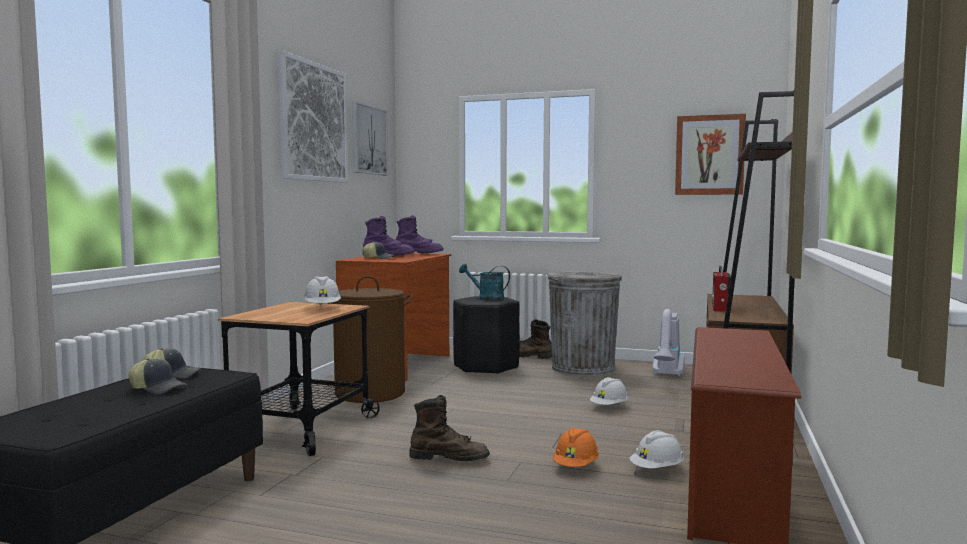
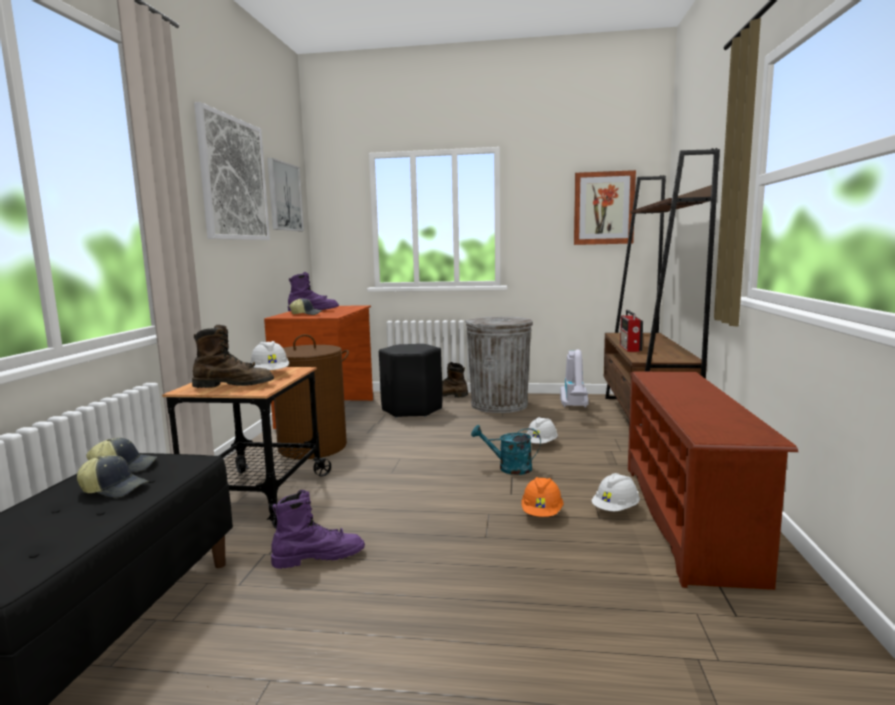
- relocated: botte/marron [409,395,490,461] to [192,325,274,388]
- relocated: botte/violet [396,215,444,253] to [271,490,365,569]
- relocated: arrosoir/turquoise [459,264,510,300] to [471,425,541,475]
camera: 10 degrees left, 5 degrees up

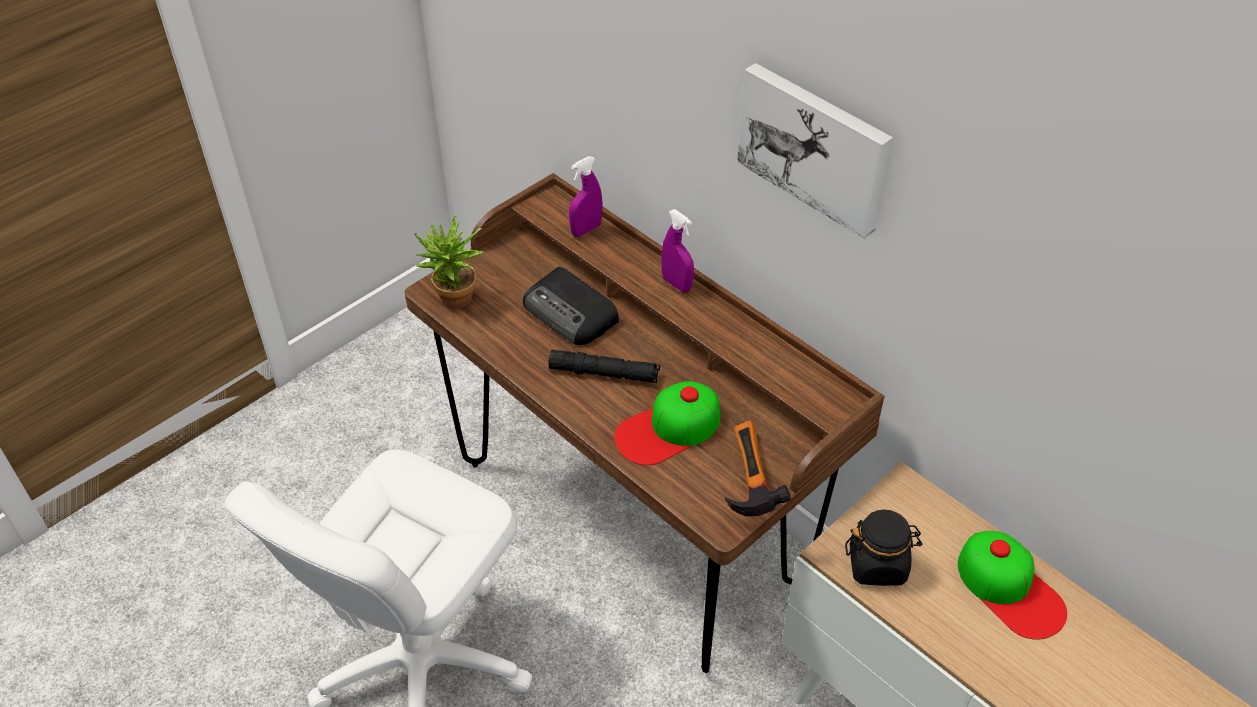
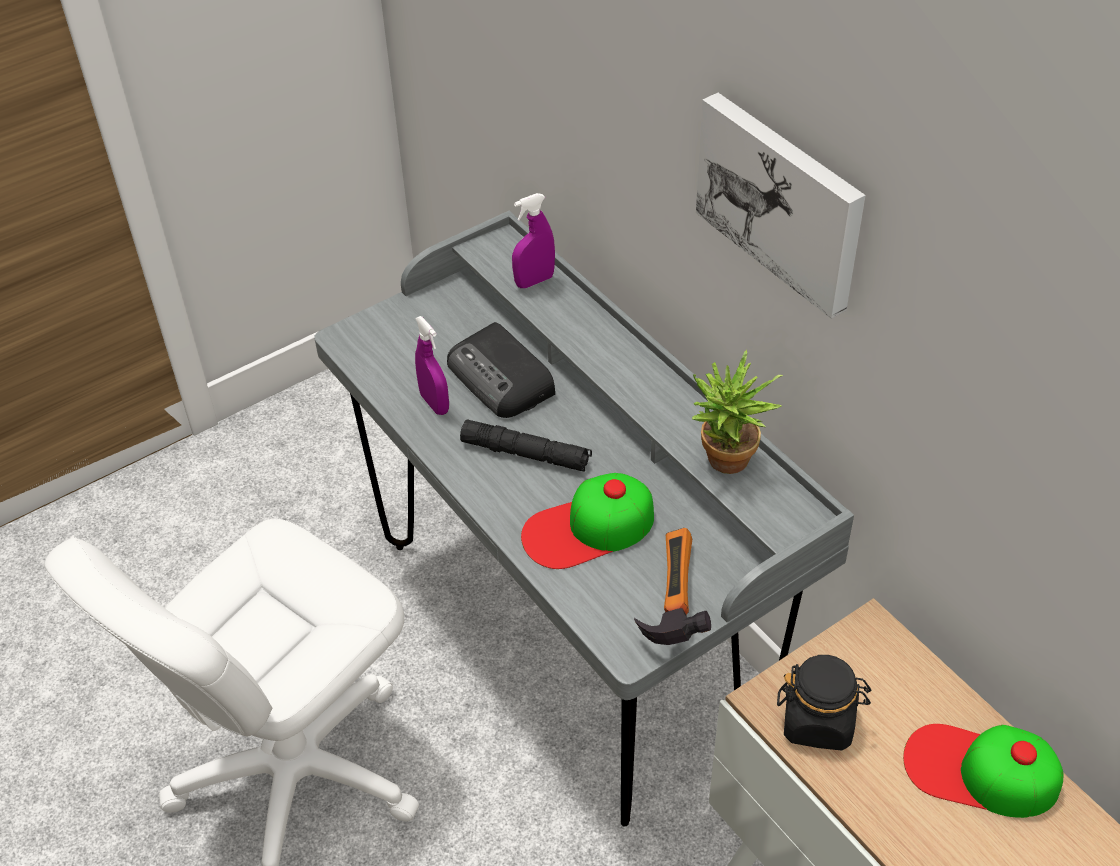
- colour: bureau/marron [404,173,885,673] to bureau/gris [314,211,854,827]
- relocated: vaporisateur/violet [661,210,694,292] to [415,316,449,415]
- relocated: plante en pot [414,213,485,309] to [692,350,783,474]
- spun: casquette [958,531,1067,640] = [903,724,1064,818] 135 degrees clockwise
camera: 10 degrees right, 0 degrees up

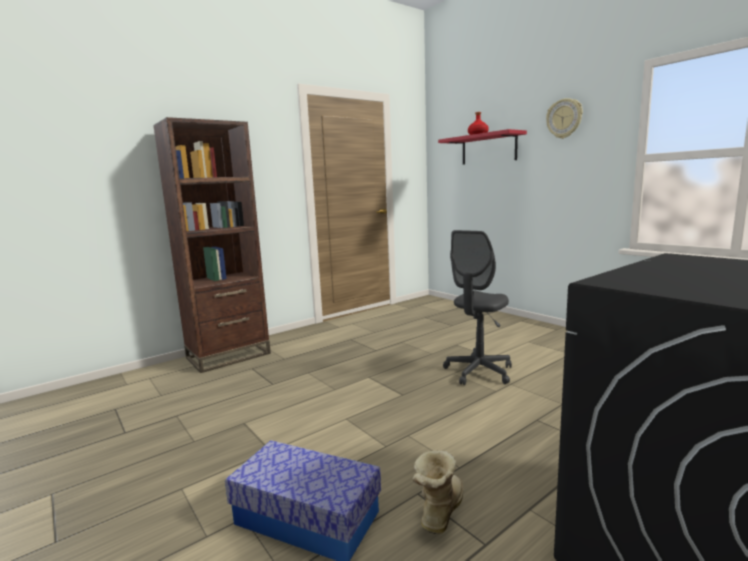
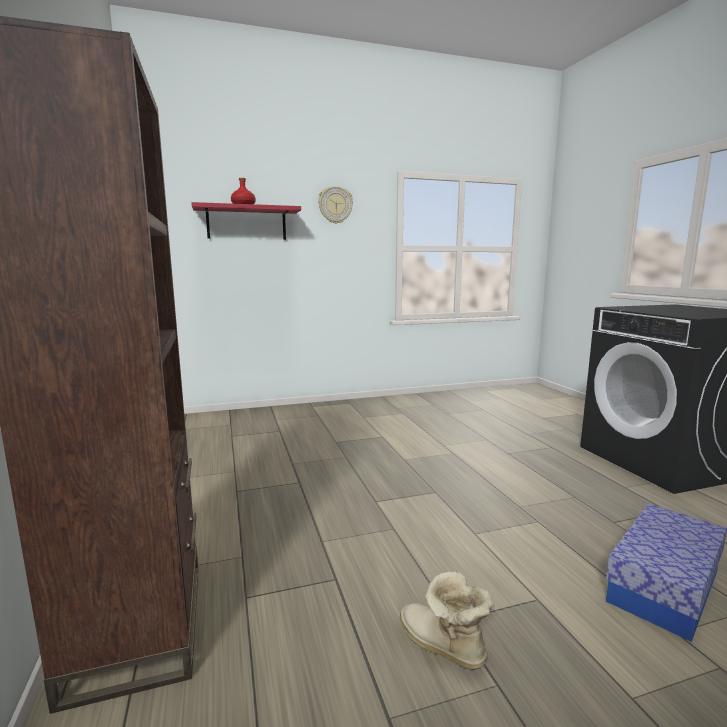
- relocated: botte [412,451,463,534] to [400,571,494,670]
- missing: chaise de bureau/gris [443,230,512,385]
camera: 70 degrees left, 0 degrees up

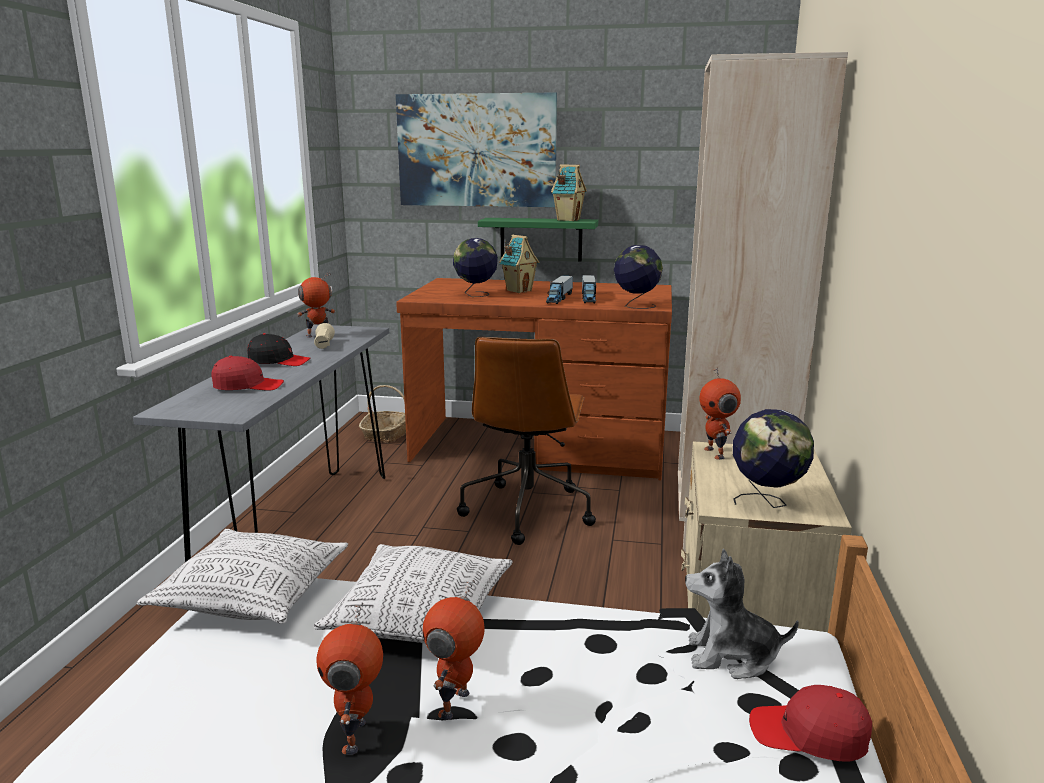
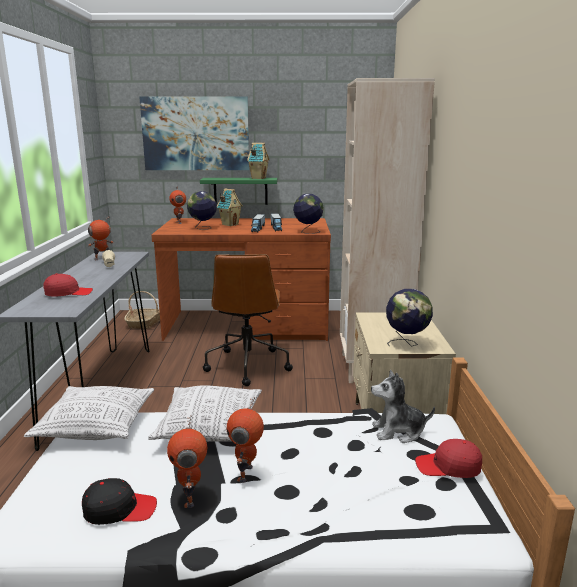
- relocated: casquette/noir [247,333,310,366] to [82,478,157,525]
- relocated: robot jouet [699,367,741,460] to [169,187,186,224]
camera: 10 degrees left, 0 degrees up

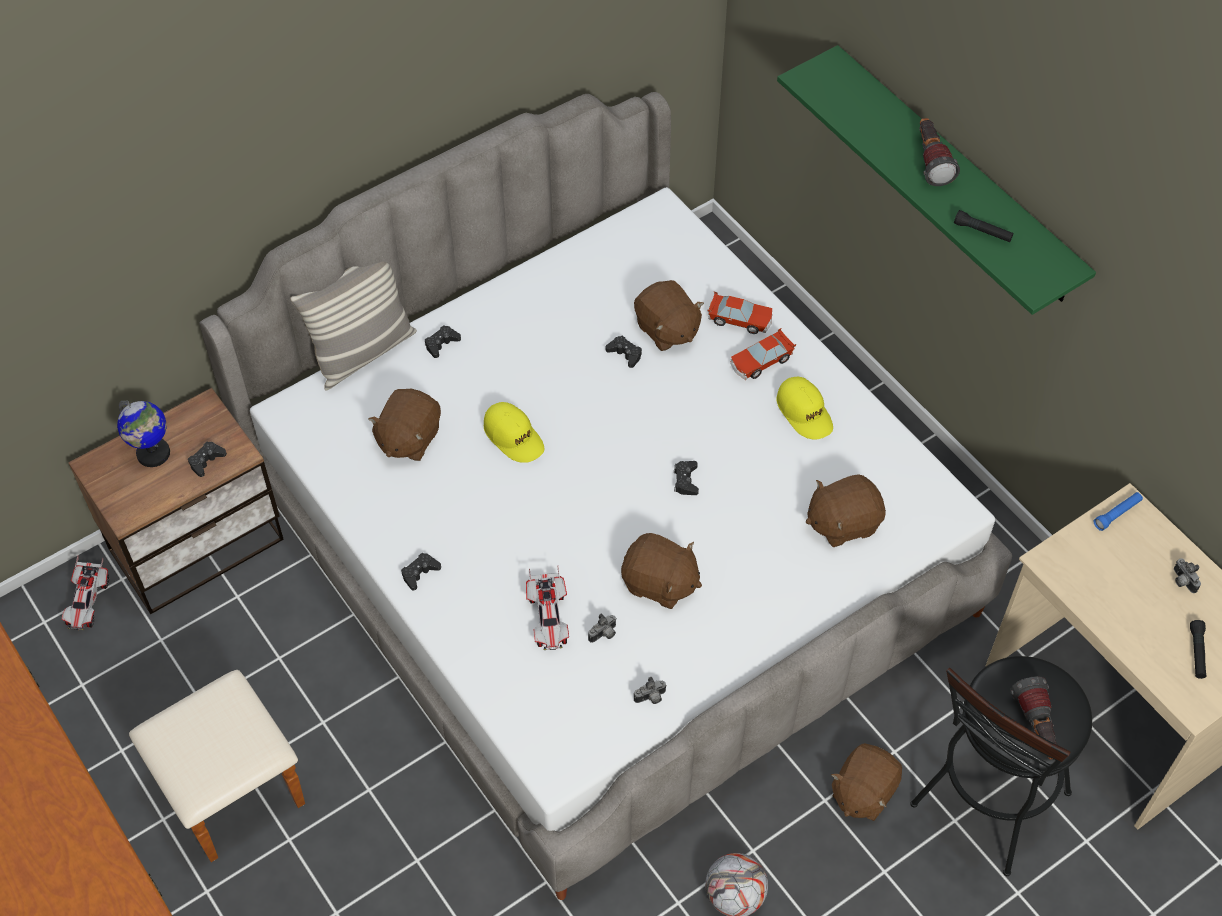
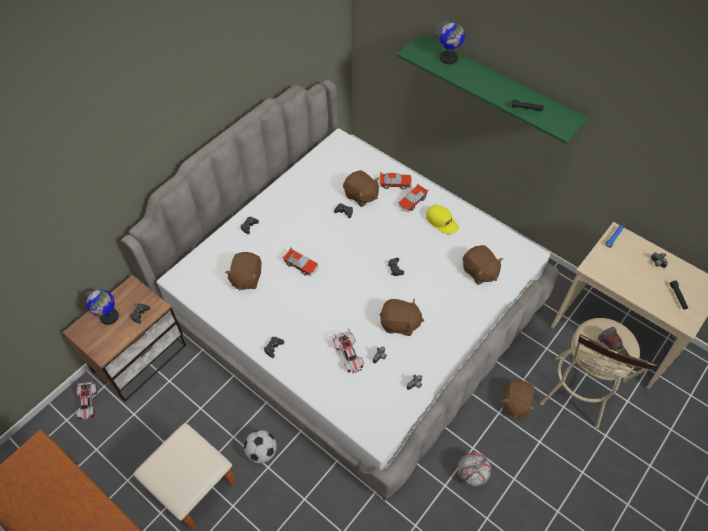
- appeared: ballon de foot [244,430,277,463]
- exchanged: casquette/jaune [484,402,544,463] to petite voiture [282,247,318,276]
- appeared: globe [435,21,465,64]
- spun: peluche/marron [806,474,886,547] = [462,245,503,285] 90 degrees counterclockwise
- colour: tabouret/noir [910,656,1092,876] to tabouret/beige [540,318,658,429]
- missing: coussin [290,261,417,390]
- missing: lampe de poche [919,118,960,186]
camera: 15 degrees left, 0 degrees up

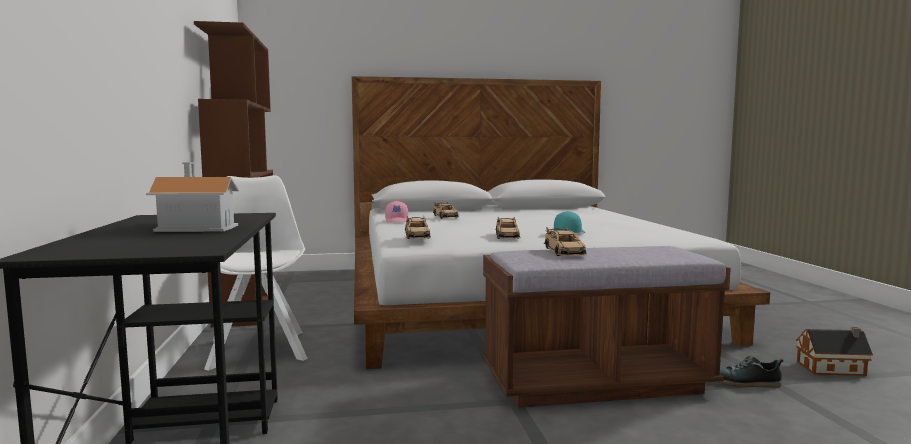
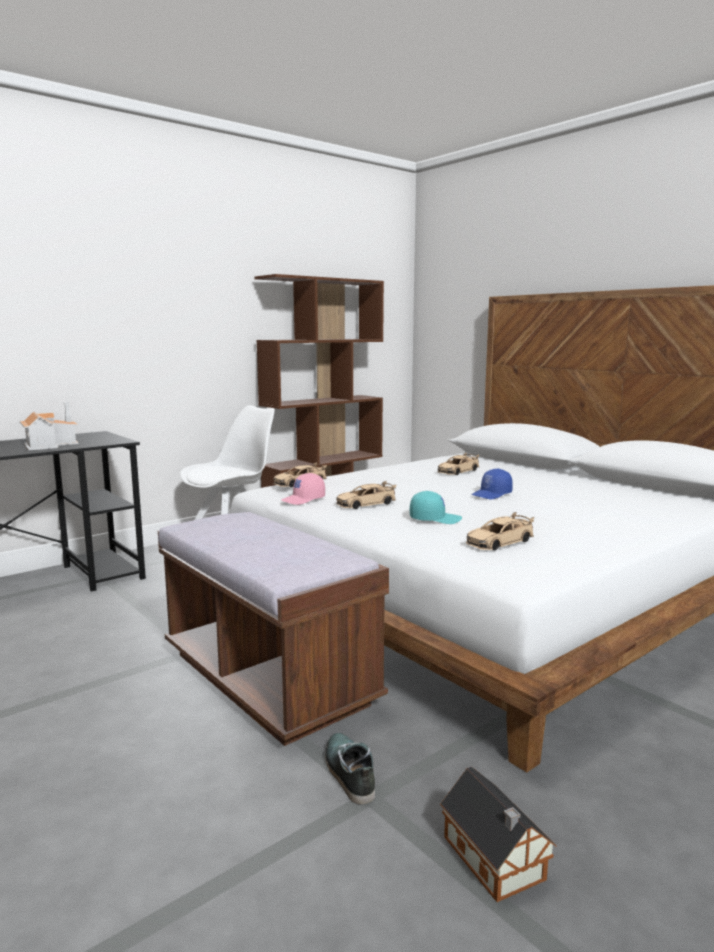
- relocated: casquette/rose [385,201,408,223] to [281,473,325,505]
- relocated: petite voiture/beige [544,227,587,256] to [466,512,534,550]
- appeared: casquette/bleu [471,468,513,499]
camera: 60 degrees right, 5 degrees up

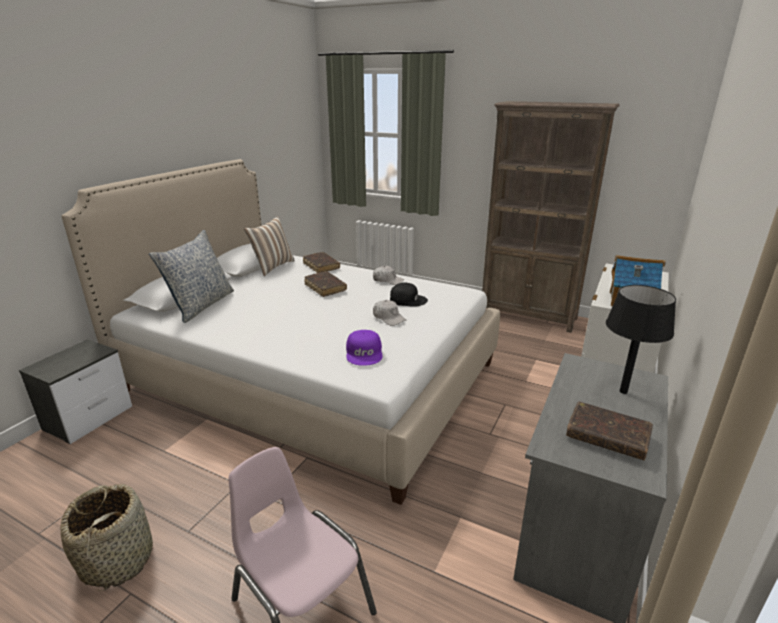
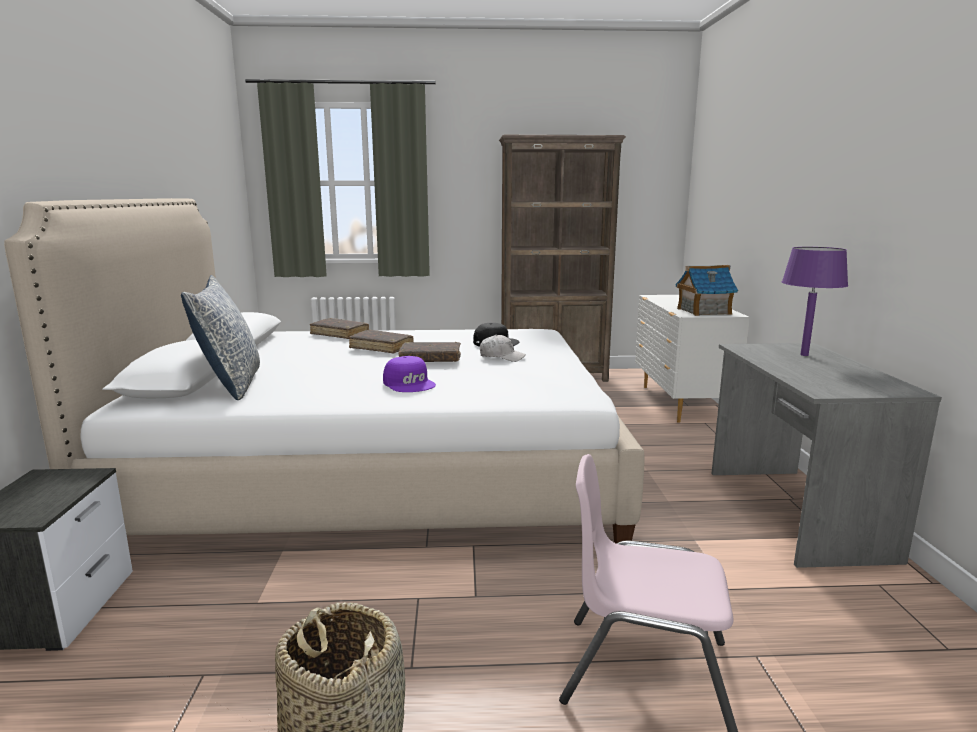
- relocated: casquette/violet [346,330,383,366] to [383,356,436,392]
- relocated: livre/marron [566,402,653,460] to [399,342,461,362]
- colour: lampe de table/noir [606,285,676,394] to lampe de table/violet [782,247,848,356]
- missing: coussin [244,216,295,276]
- missing: casquette/blanc [373,266,404,285]
camera: 30 degrees left, 10 degrees down

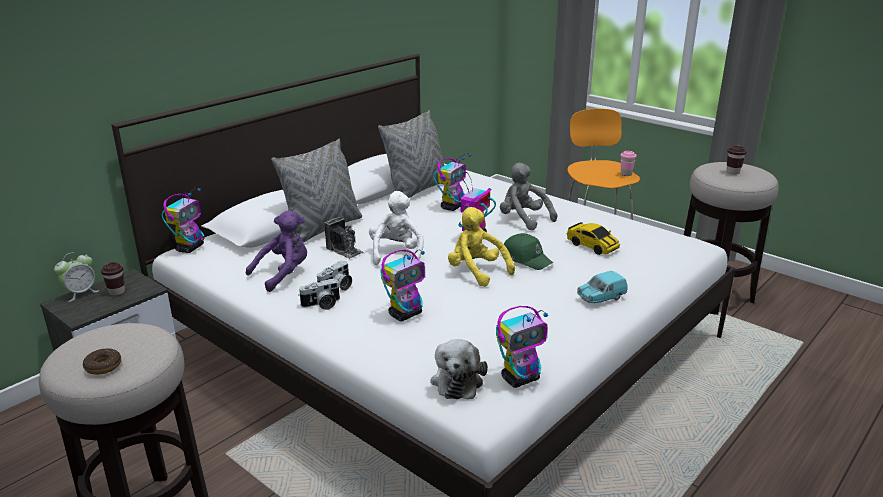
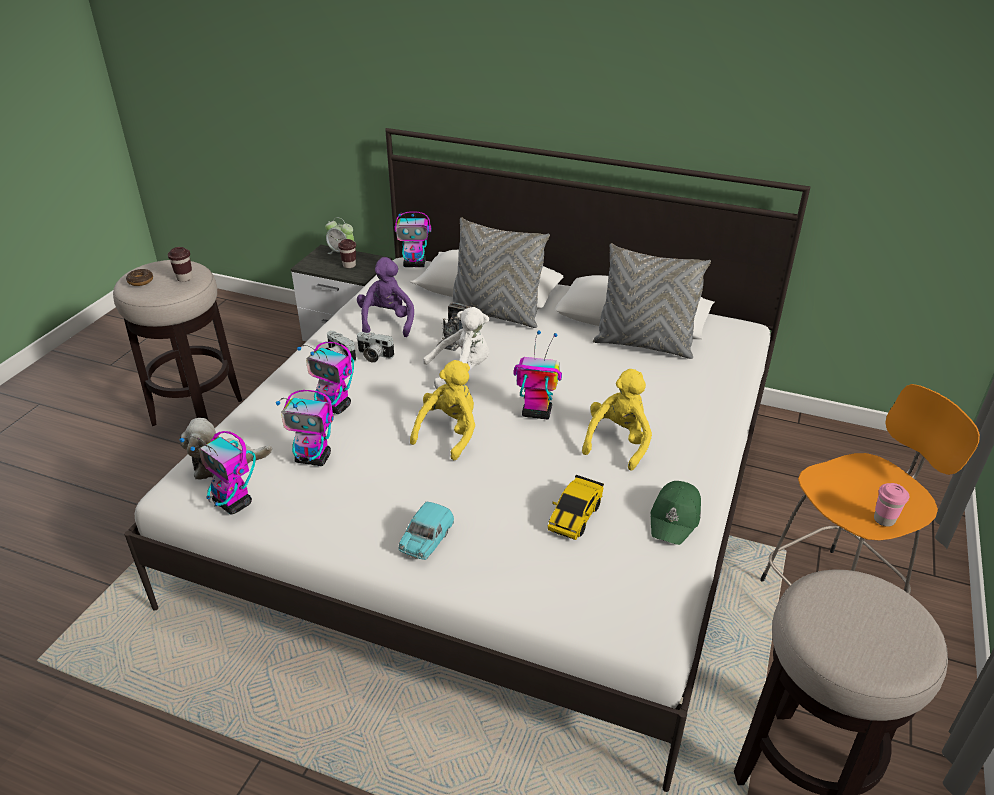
- relocated: tasse/marron [726,145,747,175] to [168,247,193,282]
- relocated: robot jouet [434,153,471,211] to [276,390,334,466]
- spun: peluche/violet [246,210,307,292] = [357,257,414,337] 120 degrees counterclockwise
- spun: petite voiture/turquoise [577,271,628,303] = [398,502,454,560] 105 degrees counterclockwise
- colour: peluche/gris [500,163,557,231] to peluche/jaune [582,369,652,471]
- relocated: casquette/vert [504,233,553,270] to [651,481,701,545]
camera: 70 degrees right, 10 degrees up

